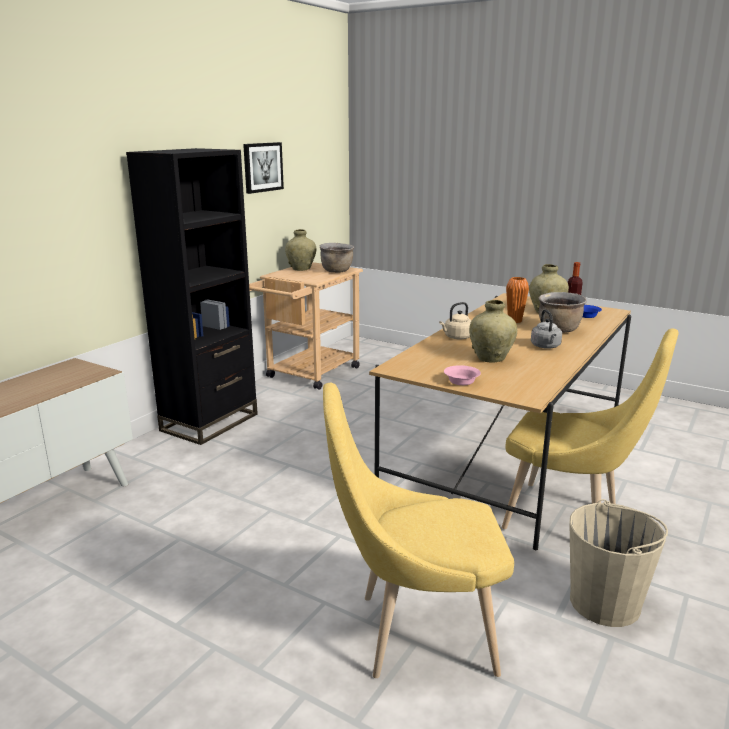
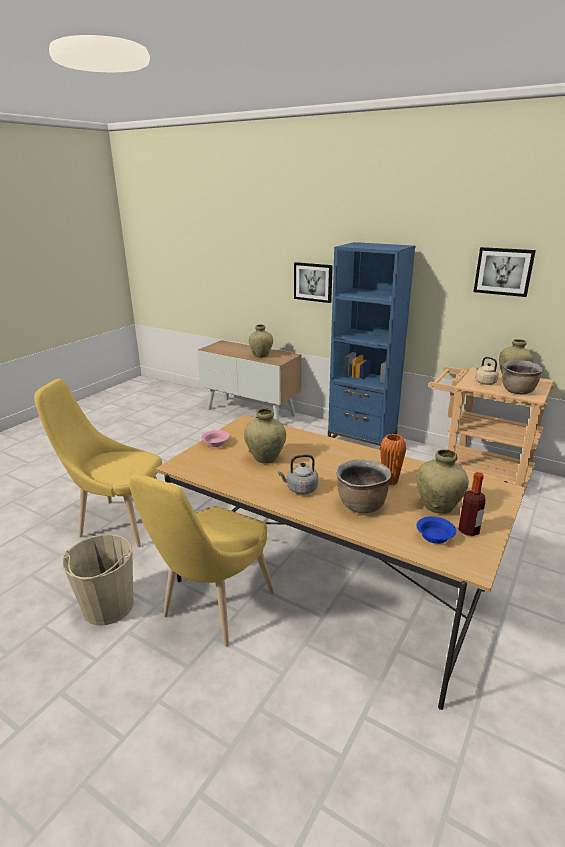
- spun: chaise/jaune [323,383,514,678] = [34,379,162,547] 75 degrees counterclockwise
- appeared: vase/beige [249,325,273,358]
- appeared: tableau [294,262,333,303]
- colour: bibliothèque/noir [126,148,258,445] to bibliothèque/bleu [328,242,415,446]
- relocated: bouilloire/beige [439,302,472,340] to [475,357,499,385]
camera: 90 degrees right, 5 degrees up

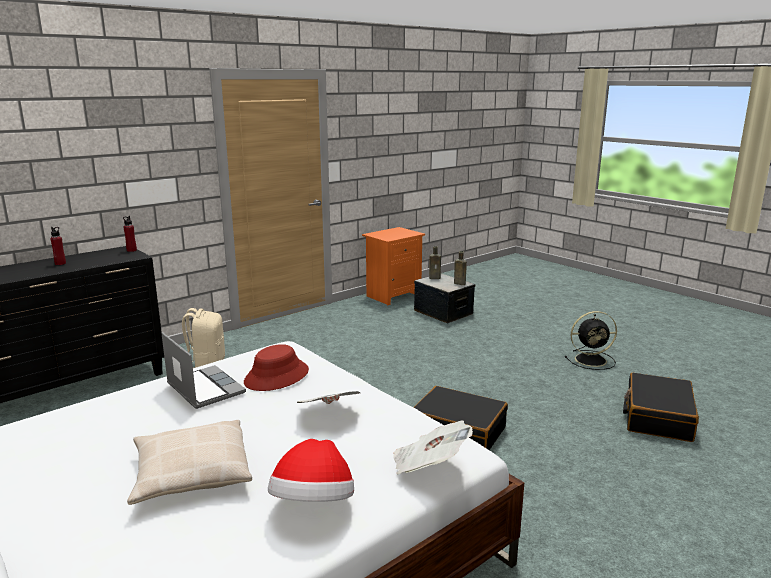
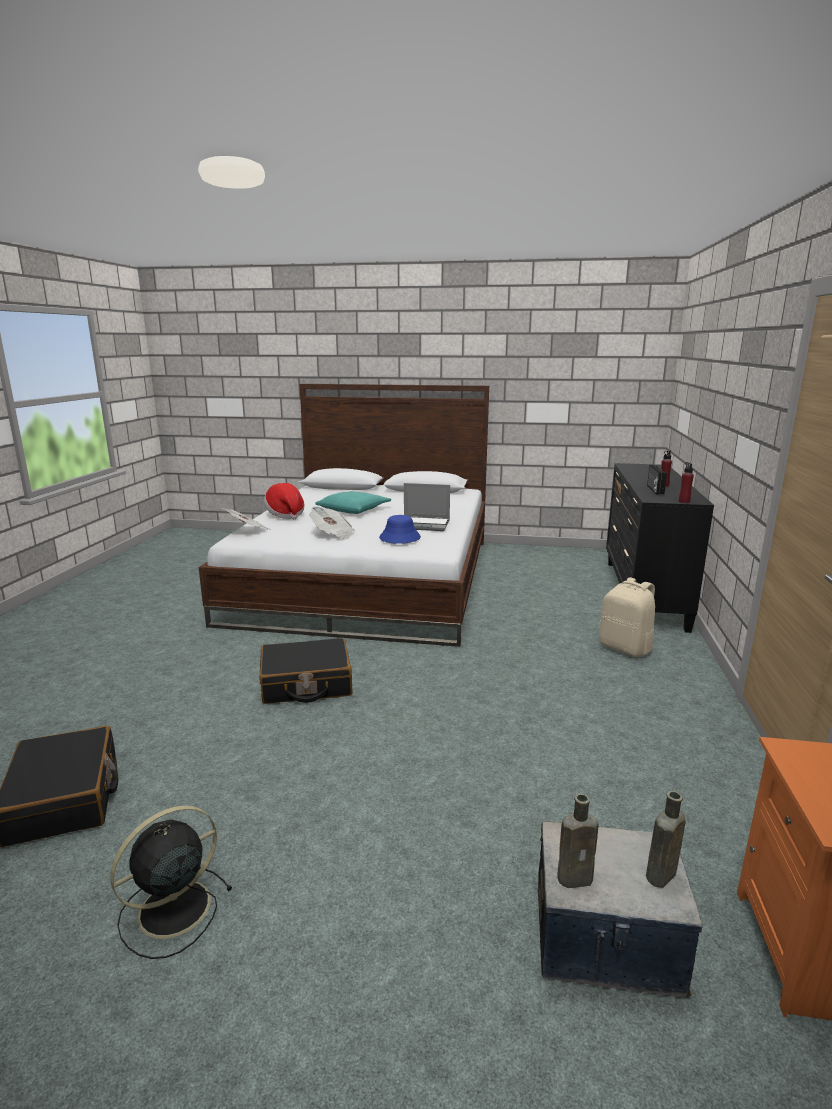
- colour: coussin/beige [127,420,252,505] to coussin/turquoise [316,491,391,514]
- colour: chapeau/rouge [244,344,309,391] to chapeau/bleu [379,515,421,544]
- appeared: radio [647,465,667,495]
camera: 140 degrees right, 0 degrees up

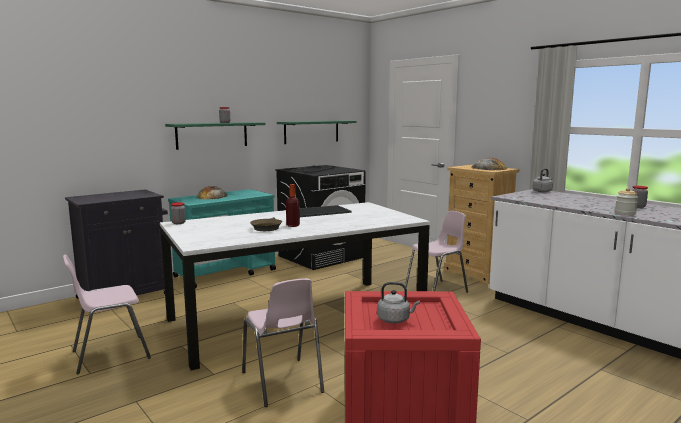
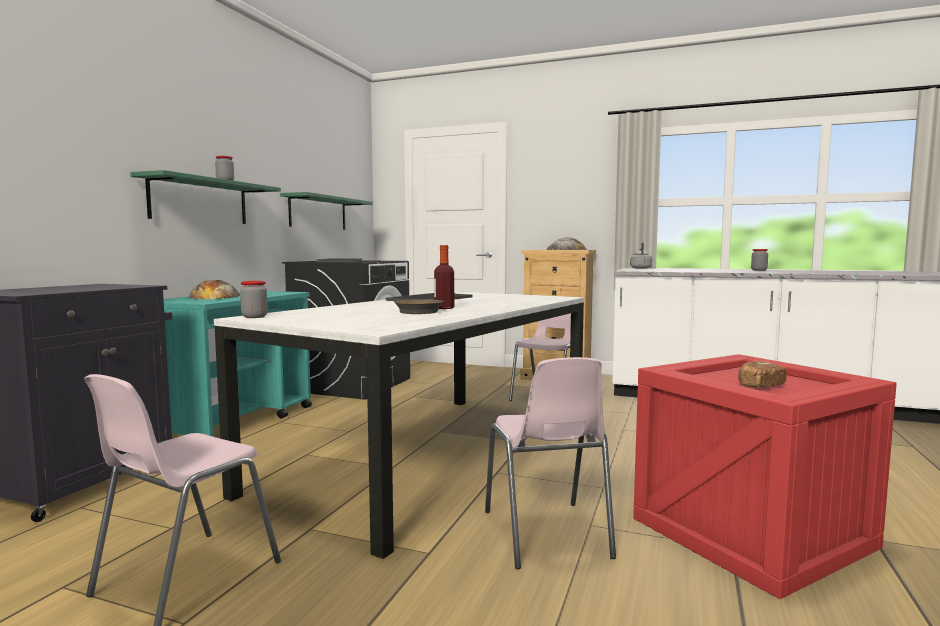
- spun: chaise/rose [242,278,324,407] = [485,357,616,569] 45 degrees clockwise
- exchanged: bouilloire/gris [377,282,420,324] to pain [738,361,787,387]
- missing: bocal [615,188,638,215]
camera: 30 degrees left, 5 degrees down

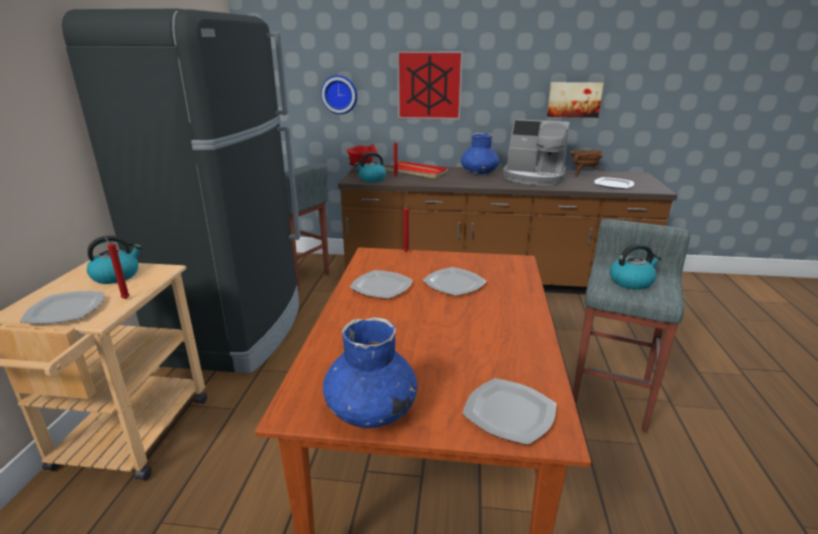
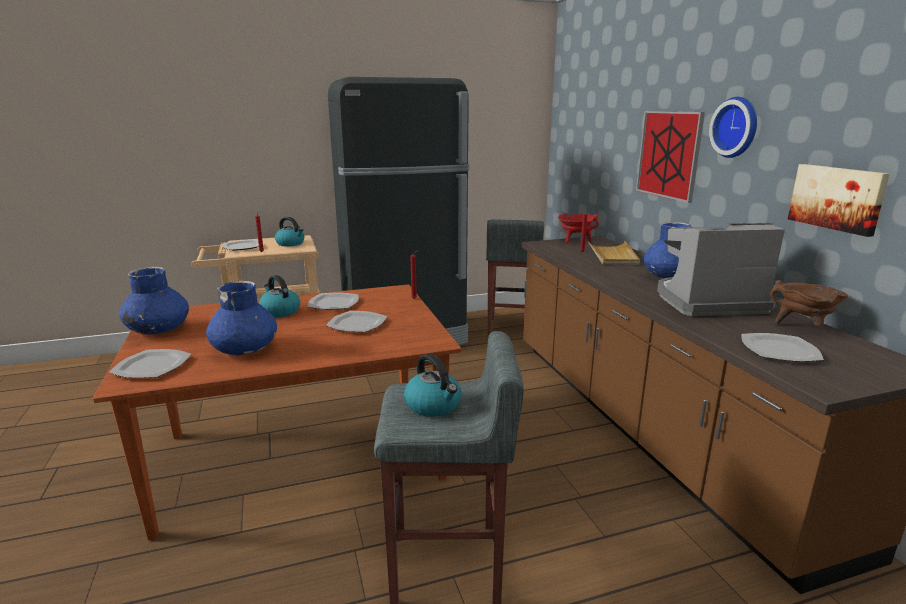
- appeared: vase/bleu [206,281,277,355]
- relocated: bouilloire [354,152,386,182] to [259,275,300,318]
- colour: plateau/rouge [384,161,448,179] to plateau/beige [588,241,640,265]
- spun: machine à café [503,119,570,185] = [657,223,785,316] 90 degrees clockwise
- relocated: horloge murale [321,75,357,114] to [709,97,757,158]
camera: 65 degrees right, 5 degrees down

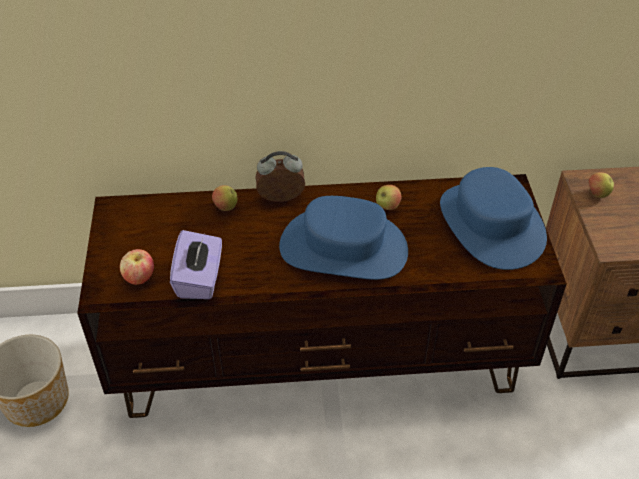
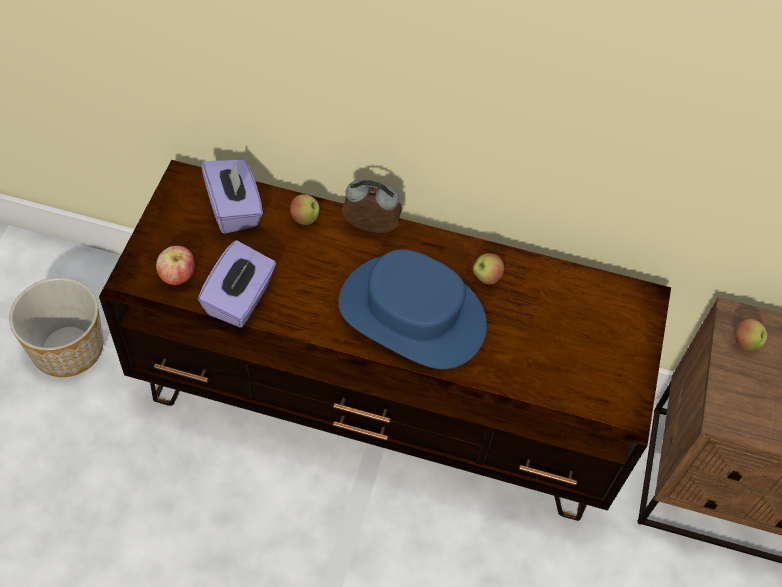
- appeared: boîte à mouchoirs/violet [201,159,263,234]
- missing: chapeau/bleu [440,167,547,270]
camera: 15 degrees right, 10 degrees up

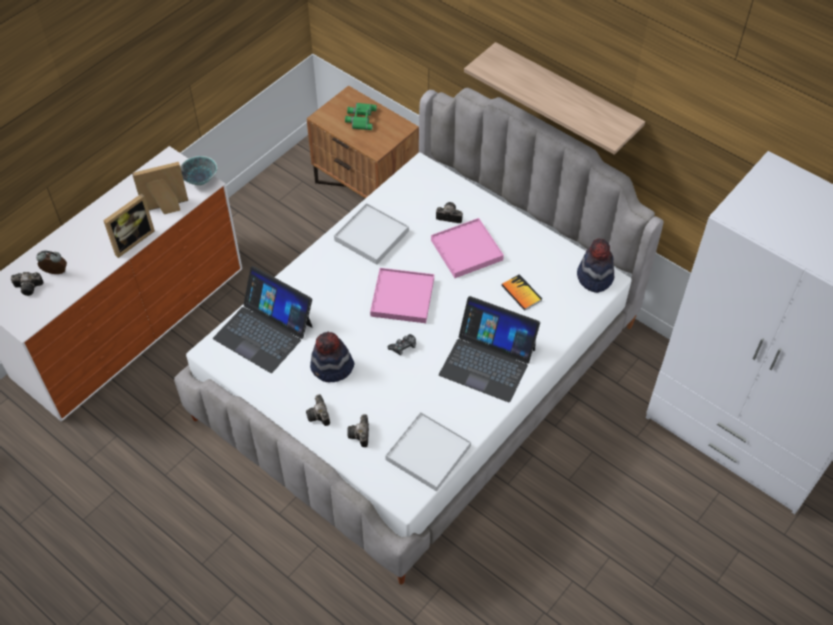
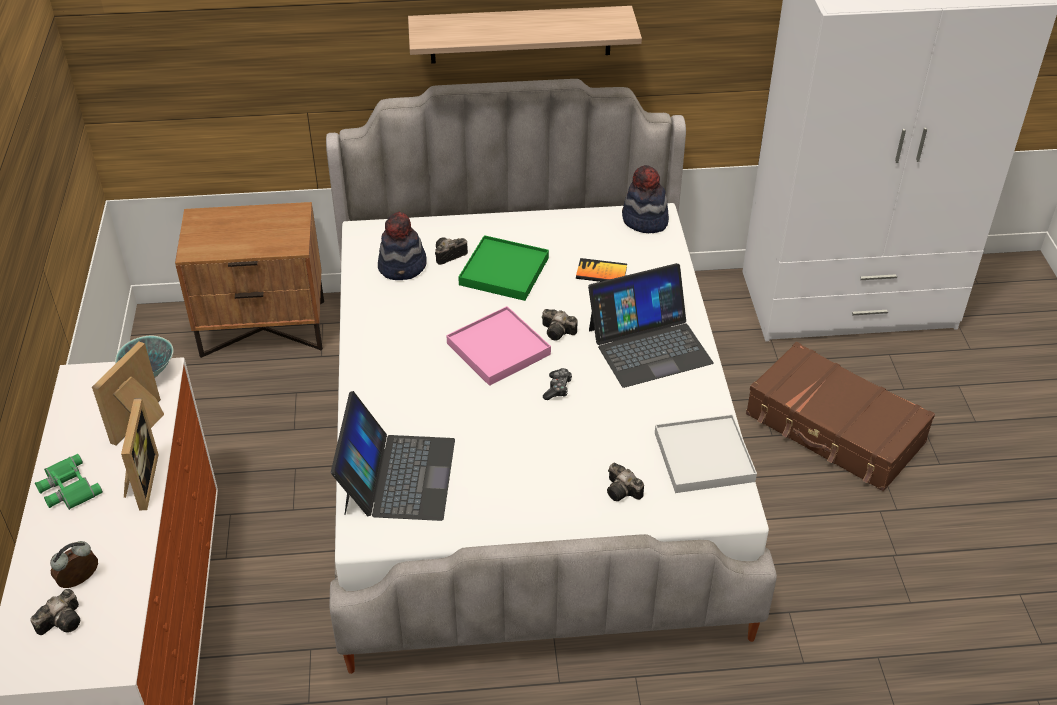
- relocated: jumelles/vert [345,103,377,130] to [35,454,103,510]
- spun: ordinateur portable [213,266,313,373] = [331,391,455,521] 75 degrees counterclockwise
- relocated: chapeau [310,332,354,383] to [378,212,427,280]
- colour: plateau/rose [431,218,504,278] to plateau/vert [458,235,549,301]
- relocated: appareil photo [306,394,330,426] to [542,309,578,341]
- appeared: valise/marron [746,342,935,491]
- missing: plateau/blanc [334,203,409,265]
camera: 45 degrees left, 10 degrees down

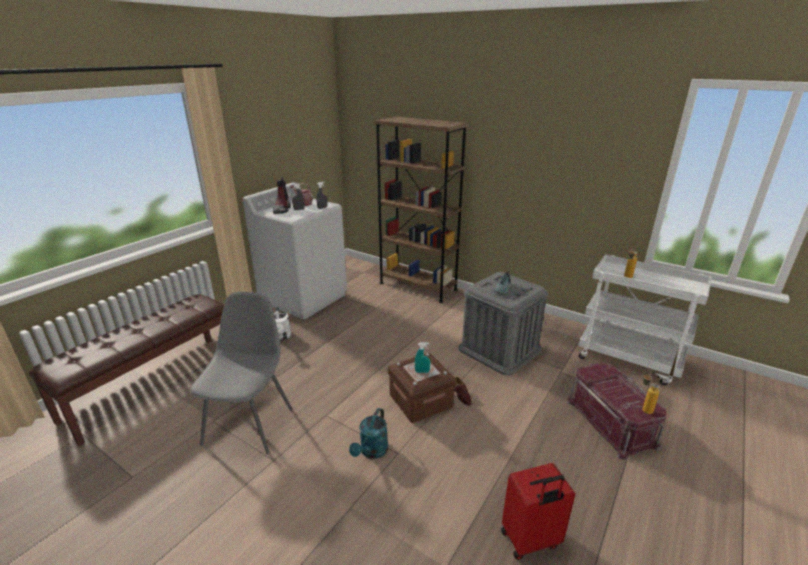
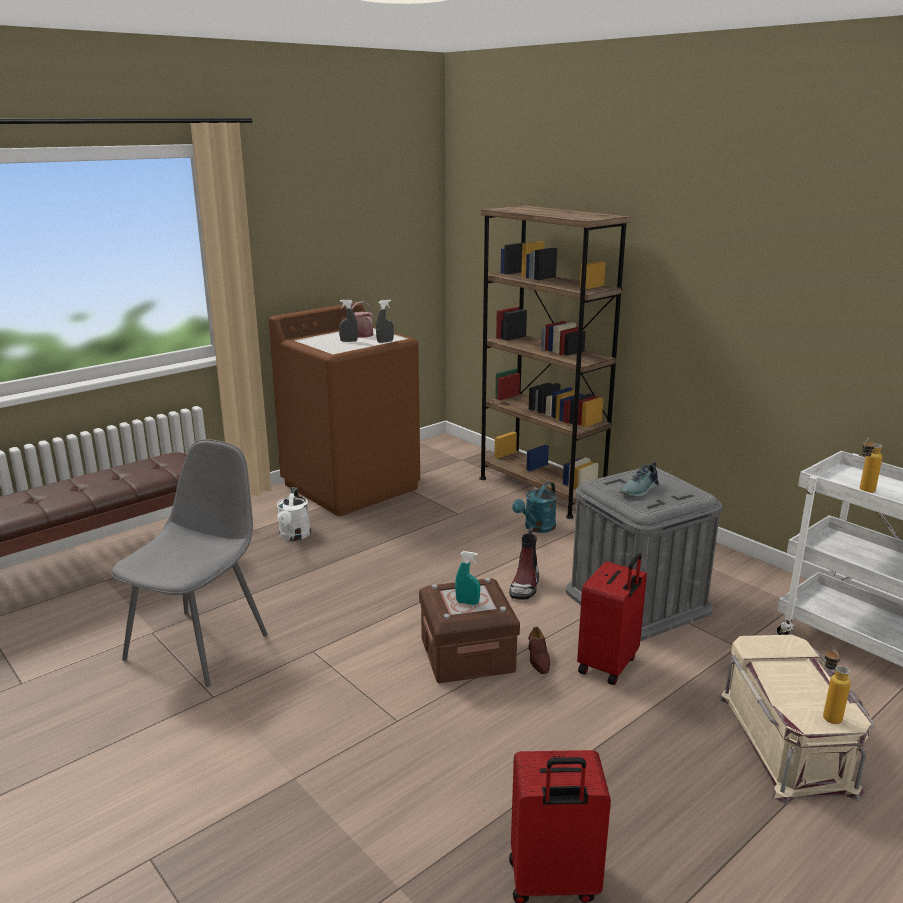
- colour: lave-linge/blanc [243,182,347,319] to lave-linge/marron [269,302,420,516]
- relocated: botte [273,177,291,214] to [509,527,539,600]
- relocated: arrosoir/turquoise [349,408,388,459] to [512,481,557,533]
- appeared: valise/rouge [577,553,647,685]
- colour: boîte de rangement/rouge [566,363,667,461] to boîte de rangement/beige [719,635,875,804]
camera: 15 degrees right, 5 degrees down

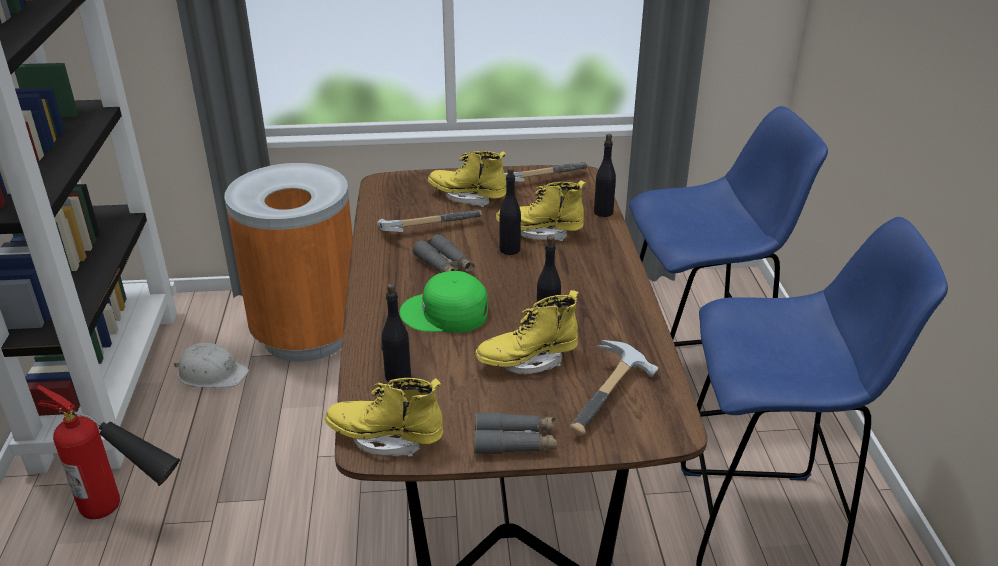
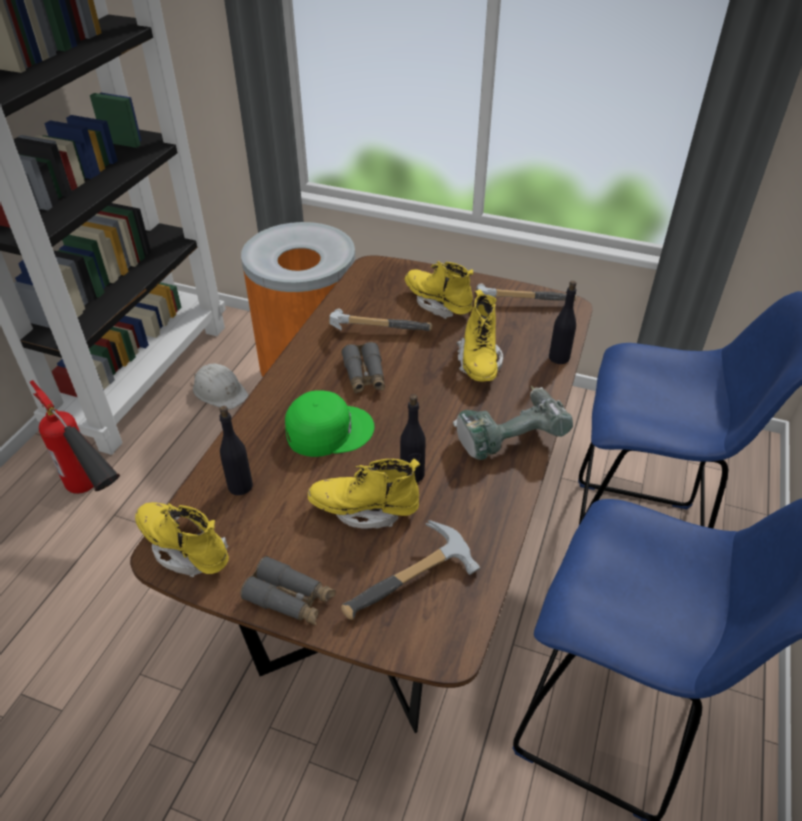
- spun: casquette/vert [400,271,488,333] = [285,390,374,457] 135 degrees clockwise
- appeared: perceuse [453,386,573,460]
- spun: botte/jaune [496,180,586,241] = [456,289,503,382] 120 degrees counterclockwise
- missing: bouteille/noir [500,167,521,255]
camera: 25 degrees right, 10 degrees up

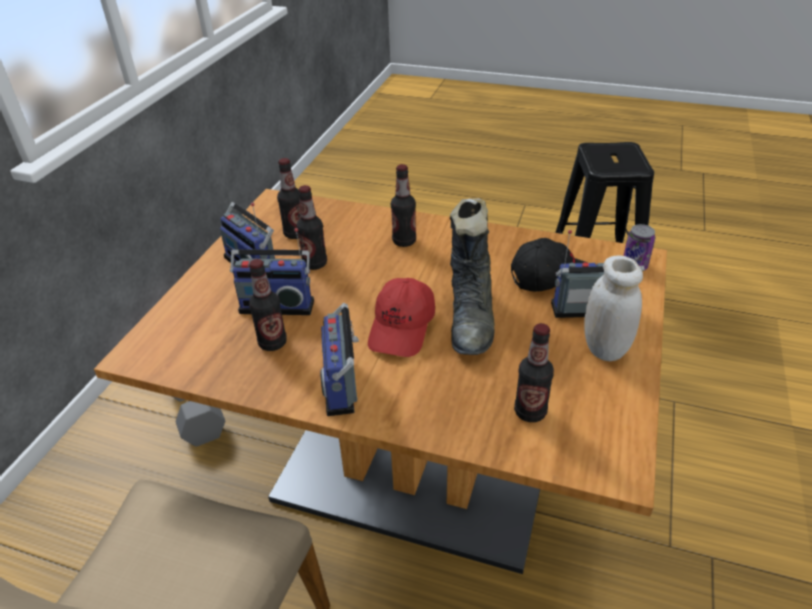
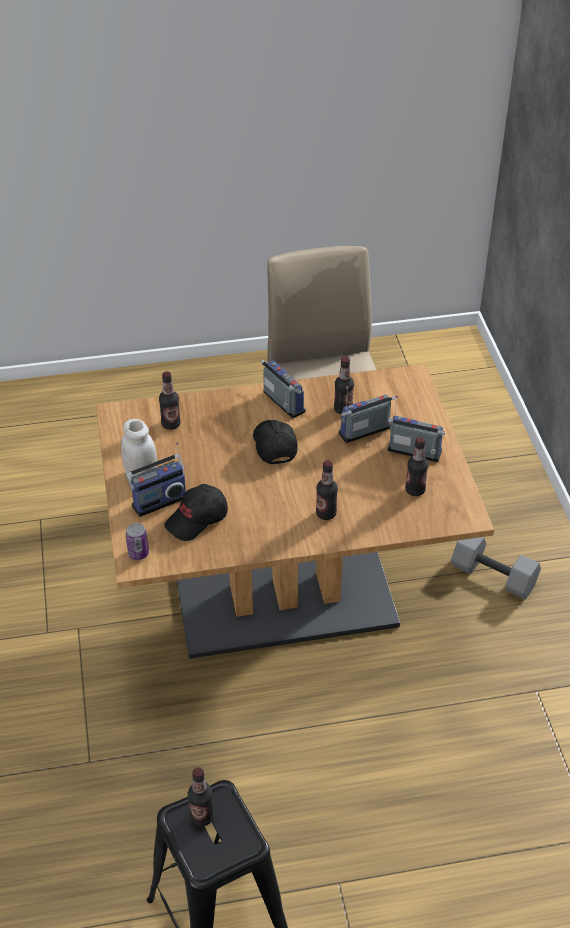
- relocated: bouteille [296,185,327,270] to [188,767,214,826]
- colour: casquette/rouge [368,278,435,357] to casquette/noir [253,420,298,464]
- missing: botte/noir [450,199,495,355]
camera: 150 degrees right, 5 degrees up

